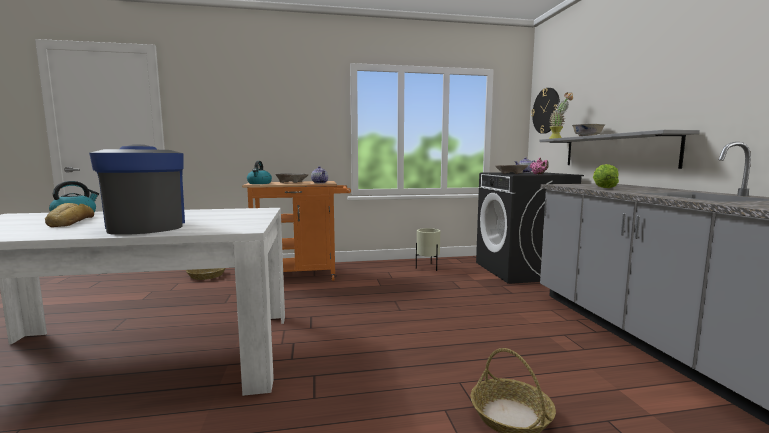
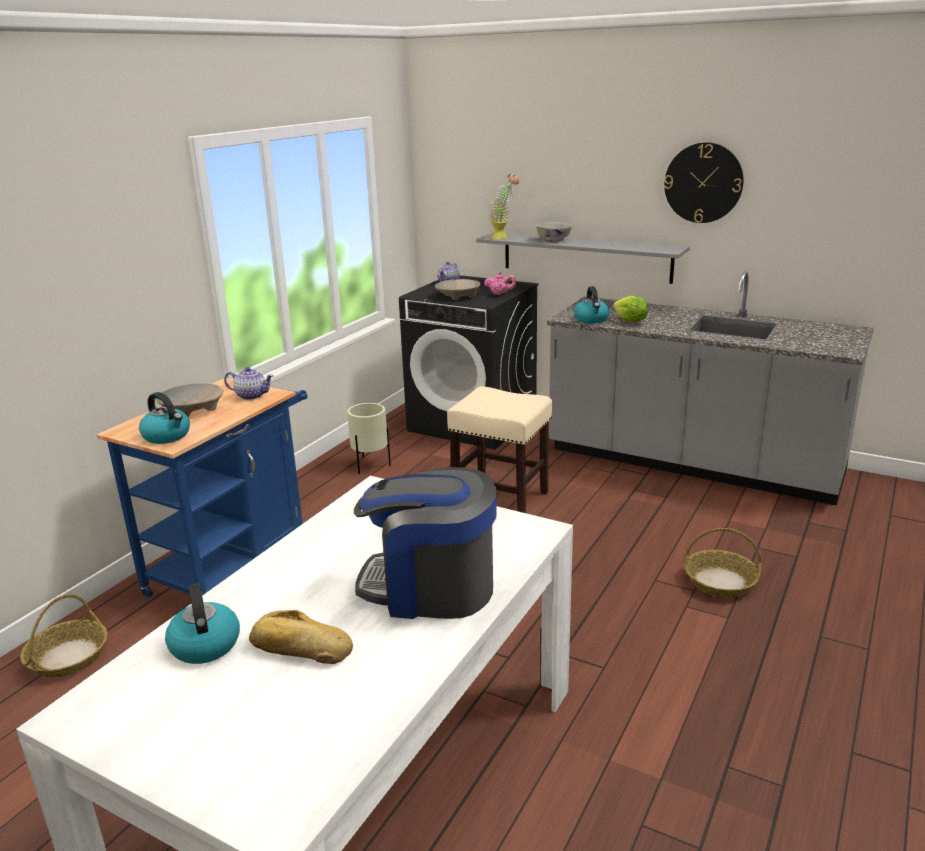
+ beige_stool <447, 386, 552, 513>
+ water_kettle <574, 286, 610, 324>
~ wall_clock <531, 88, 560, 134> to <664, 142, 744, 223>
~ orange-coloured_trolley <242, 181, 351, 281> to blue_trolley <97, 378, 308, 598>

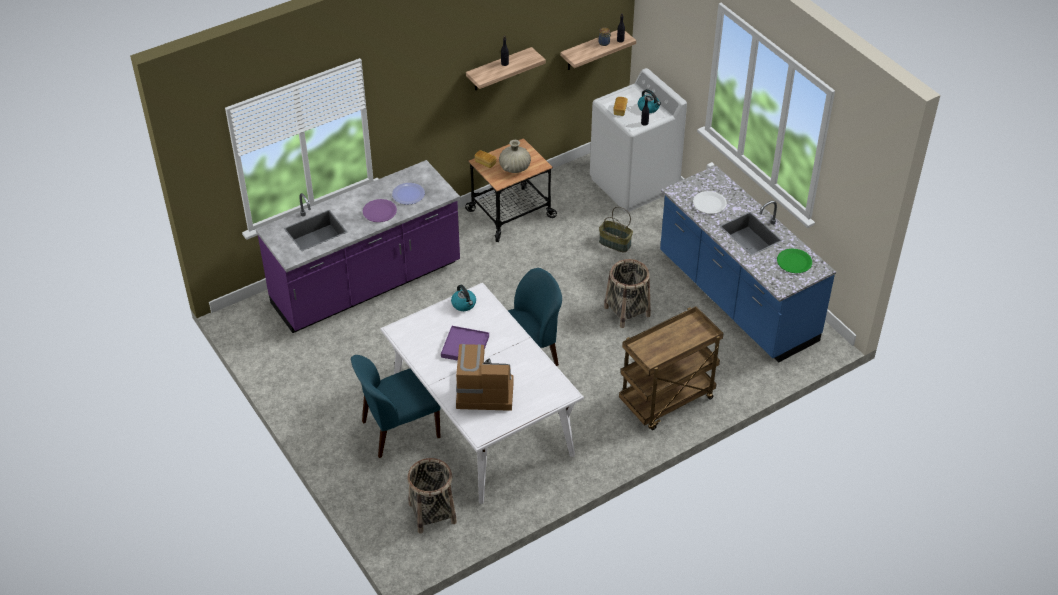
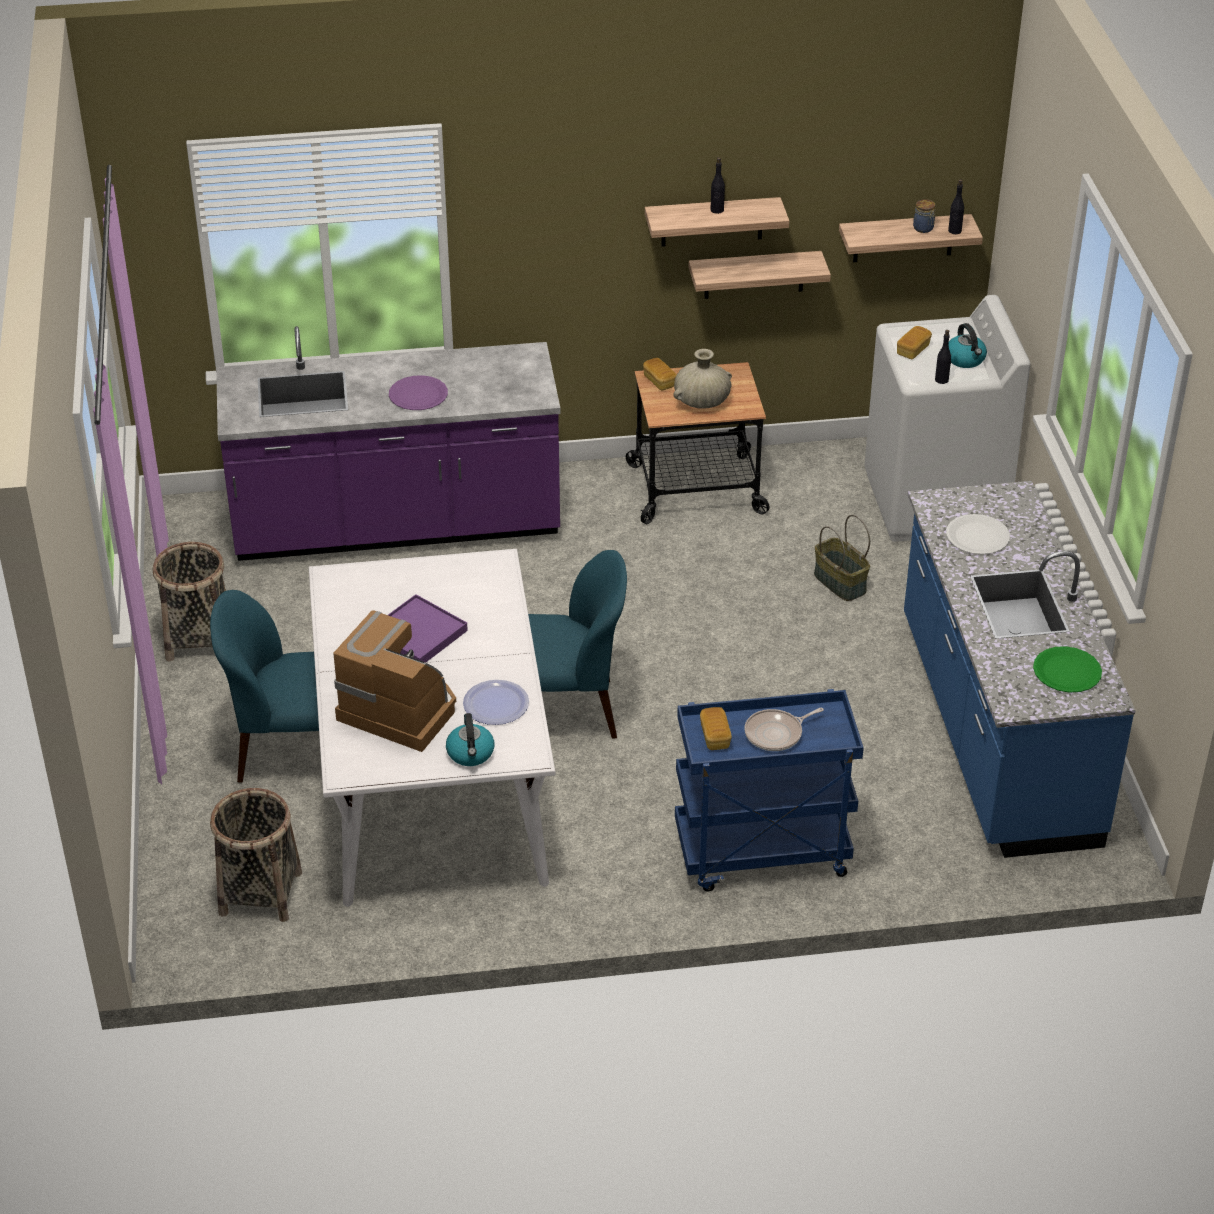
+ bracket_shelf <689, 251, 831, 299>
+ bread <700, 707, 732, 750>
+ frying_pan <744, 708, 824, 751>
~ flat_dish <392, 183, 425, 205> to <463, 680, 529, 725>
~ water_kettle <451, 285, 476, 311> to <446, 713, 495, 766>
~ storage_basket <604, 259, 651, 328> to <153, 542, 226, 661>
~ brownish_trolley <619, 306, 724, 430> to blue_trolley <675, 689, 864, 892>

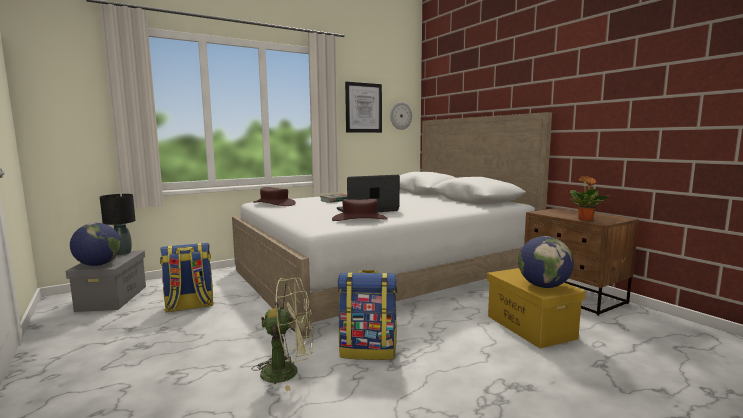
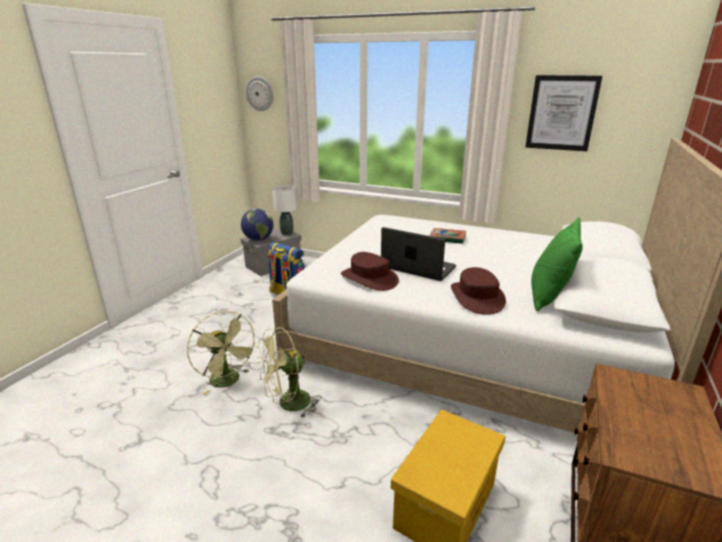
- globe <518, 236, 574, 288>
- plant_in_a_pot <570, 176, 610, 221>
+ greenish_cushion <531, 217, 583, 312>
~ brownish_clothing_hat <253, 187, 296, 206> to <451, 267, 506, 315>
~ wall_clock <390, 102, 412, 130> to <246, 76, 273, 111>
~ rucksack <338, 270, 398, 360> to greenish_cooling_fan <257, 327, 322, 418>
~ blackish_tabletop_lamp <100, 194, 136, 255> to white-coloured_tabletop_lamp <272, 185, 297, 235>

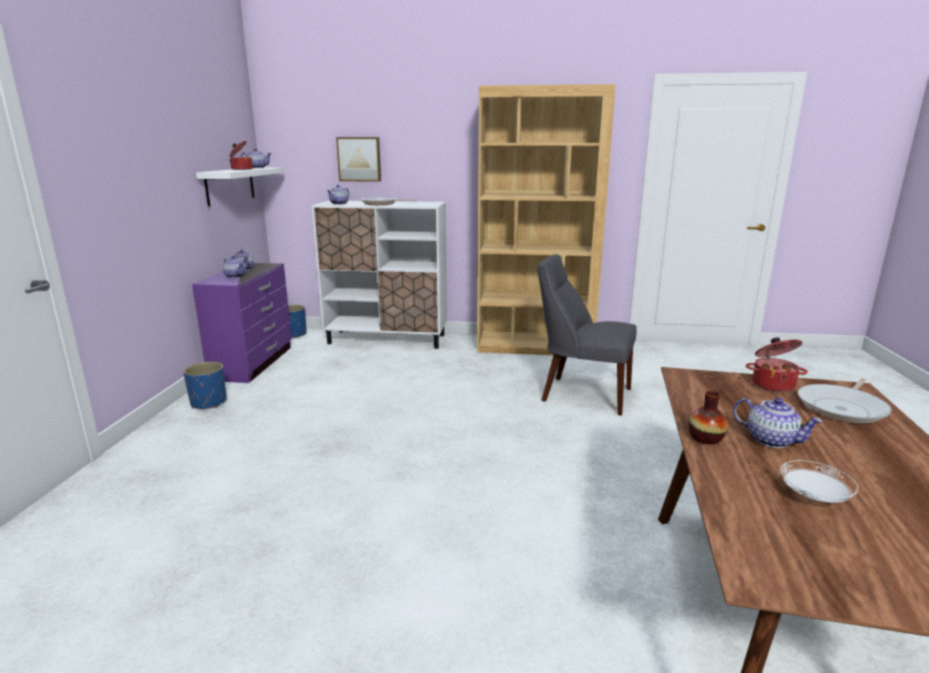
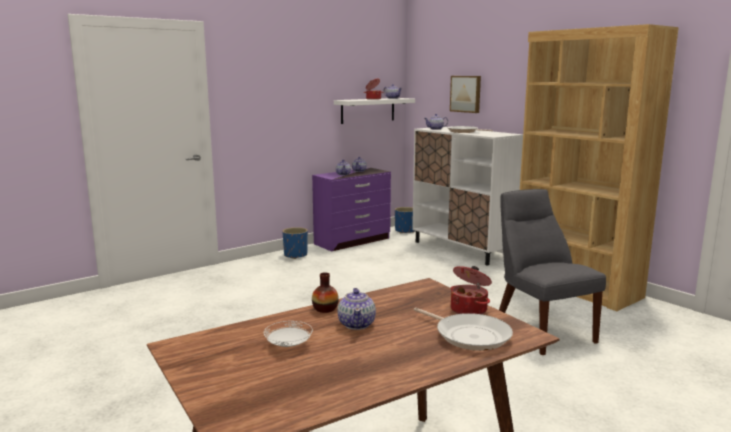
~ frying_pan <798, 378, 892, 424> = <414, 308, 513, 351> 135 degrees counterclockwise

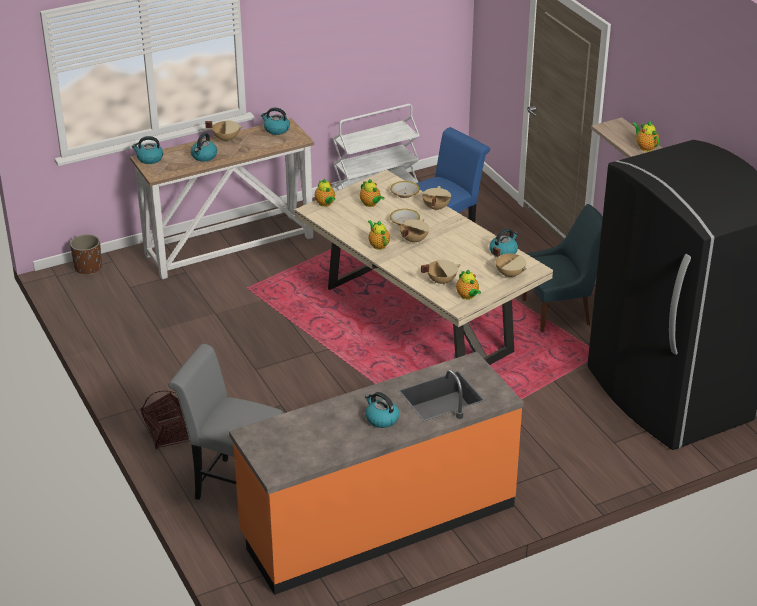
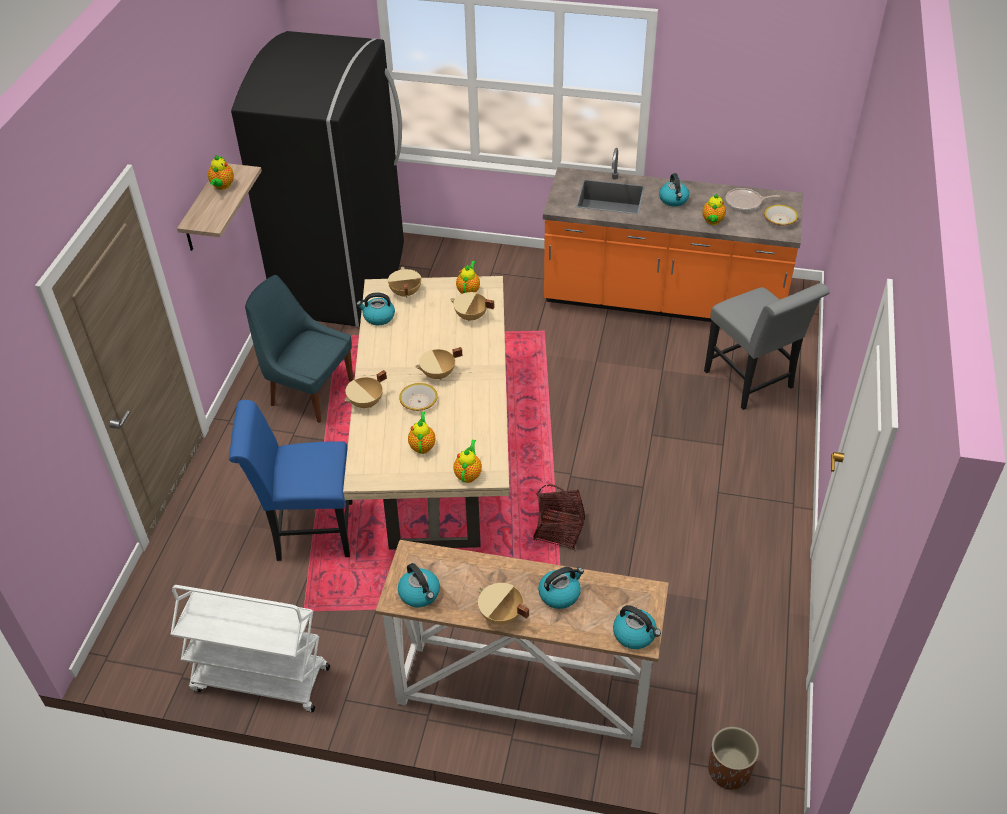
+ frying_pan <726, 188, 780, 211>
~ storage_basket <141, 391, 189, 450> to <533, 484, 585, 550>
~ pot_for_tea <368, 220, 390, 250> to <702, 193, 726, 225>
~ bowl <390, 181, 420, 198> to <764, 205, 798, 226>

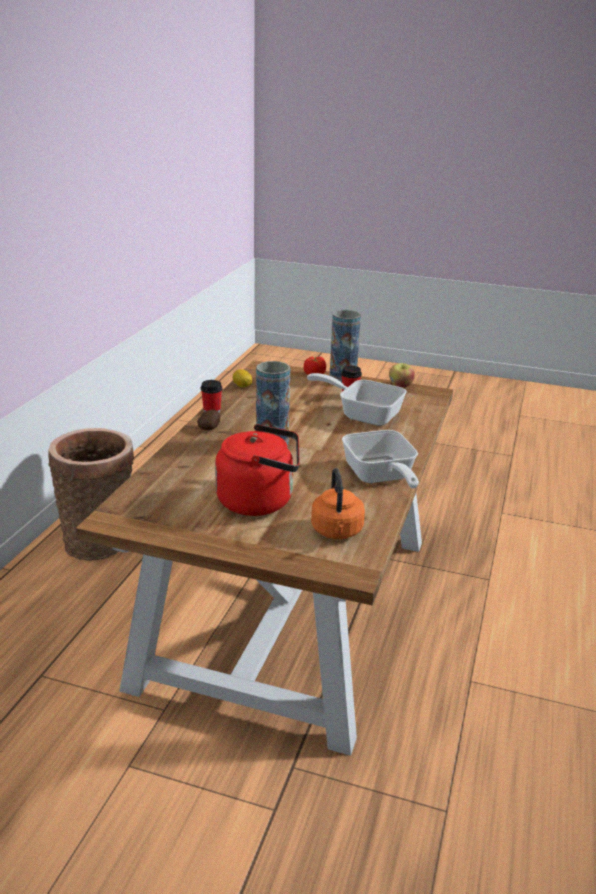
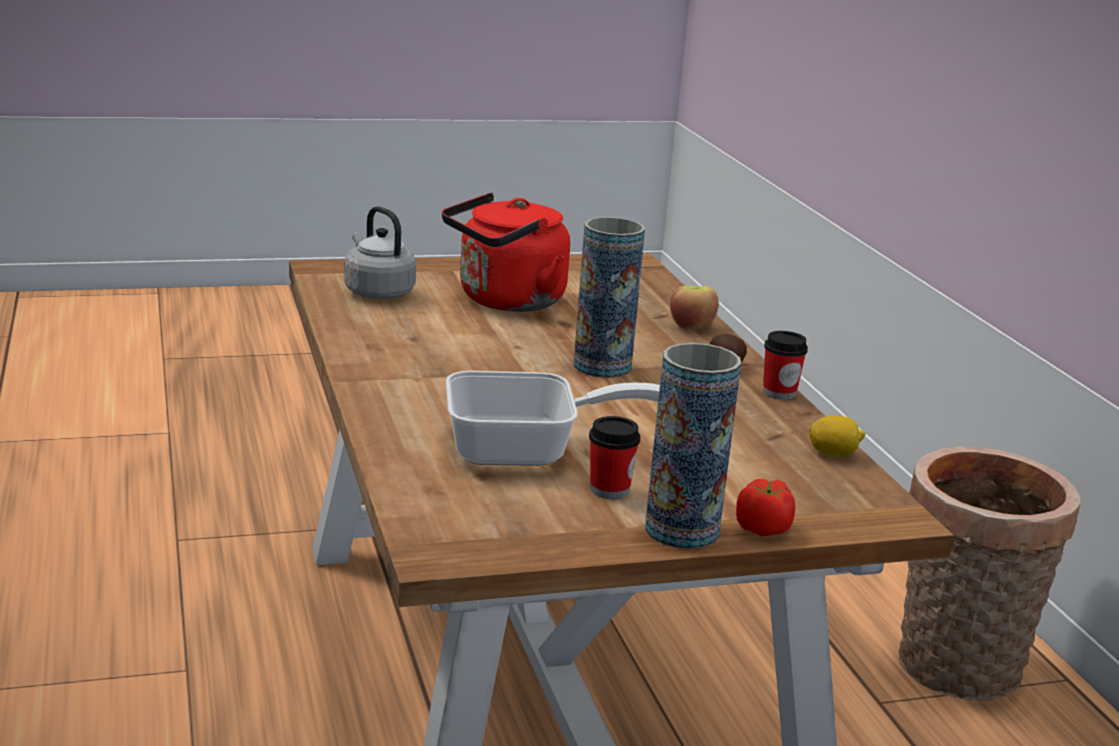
- frying_pan <342, 430, 419, 488>
~ apple <389, 363, 415, 387> to <670, 286, 719, 330>
~ orange-coloured_water_kettle <311, 468, 365, 539> to gray_water_kettle <344, 206, 416, 299>

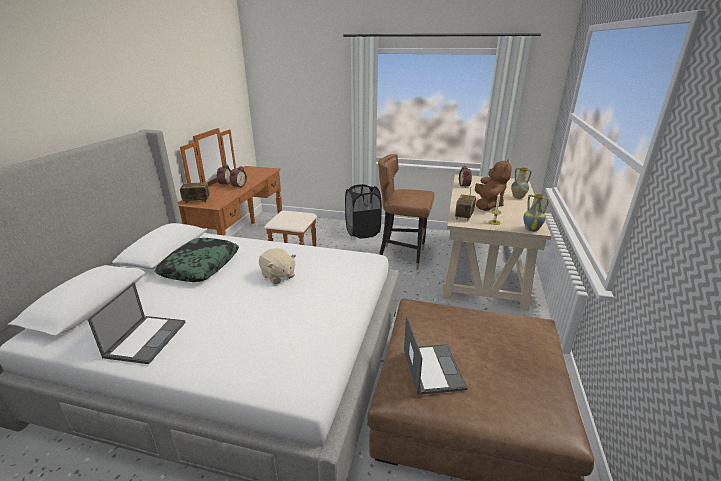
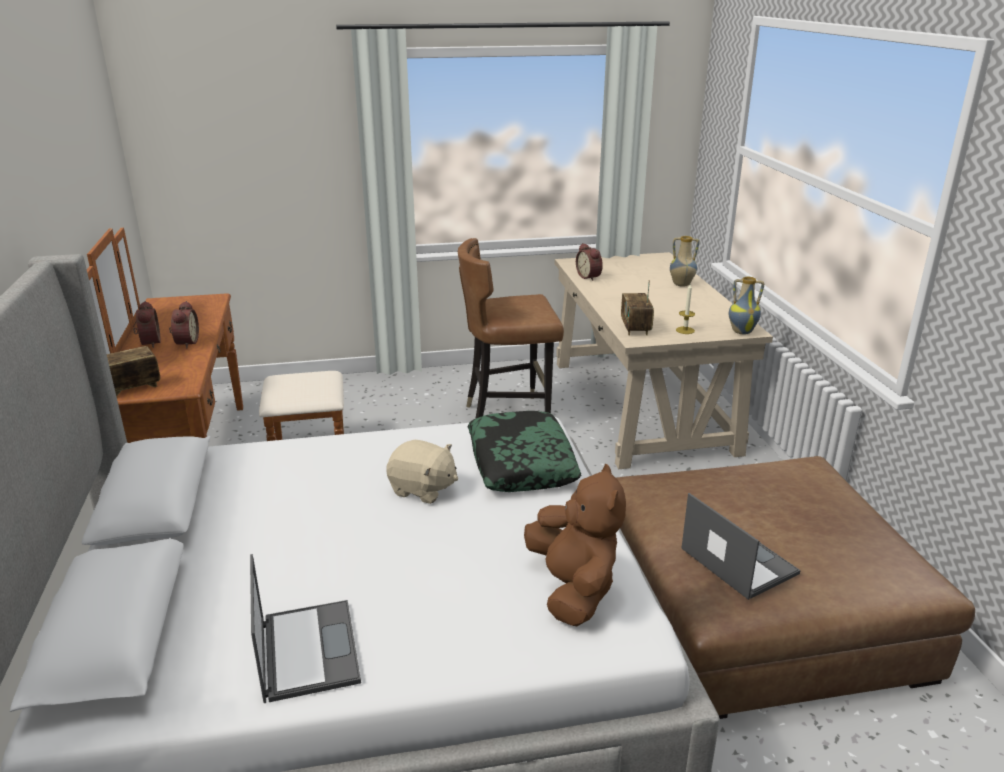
- blackish_washing_basket <345, 184, 382, 238>
~ cushion <154, 238, 239, 282> to <467, 411, 581, 492>
~ brownish_plush_toy <475, 159, 512, 211> to <524, 464, 626, 626>

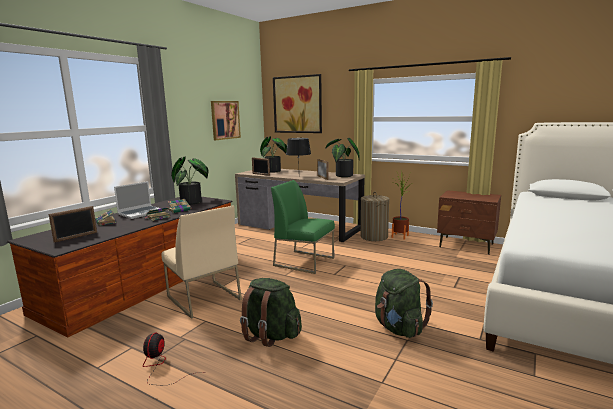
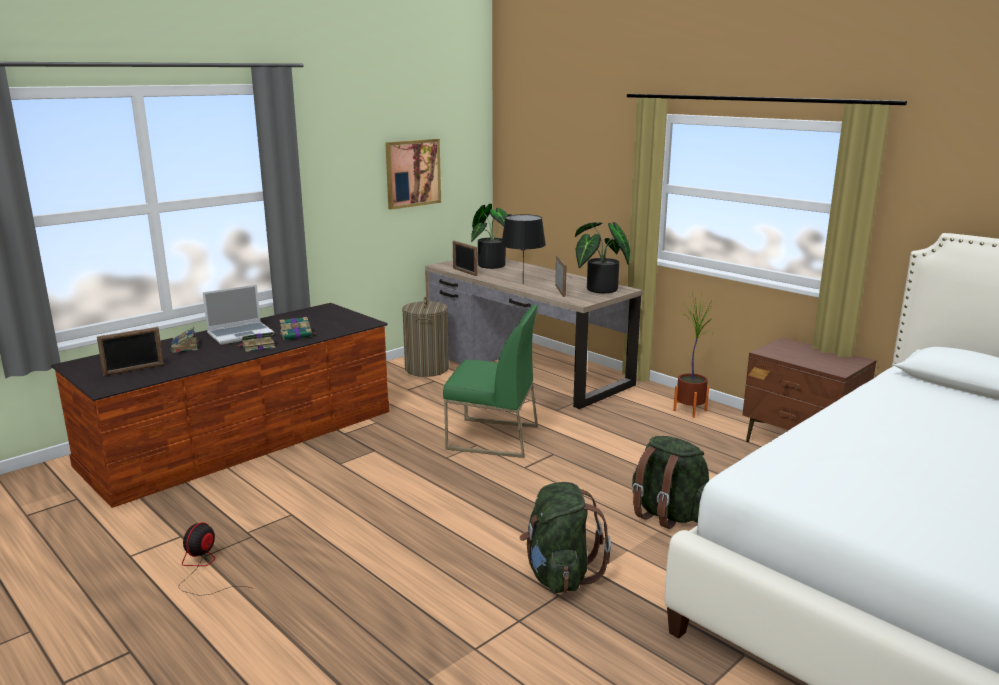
- beige_chair <161, 206, 242, 319>
- plant_in_a_pot <171, 157, 209, 205>
- wall_art <273, 74, 322, 133>
~ greenish_rucksack <240, 278, 302, 347> to <632, 436, 709, 529>
~ washing_basket <361, 191, 389, 241> to <402, 297, 449, 377>
~ greenish_chair <271, 180, 335, 274> = <443, 304, 538, 458> 150 degrees clockwise

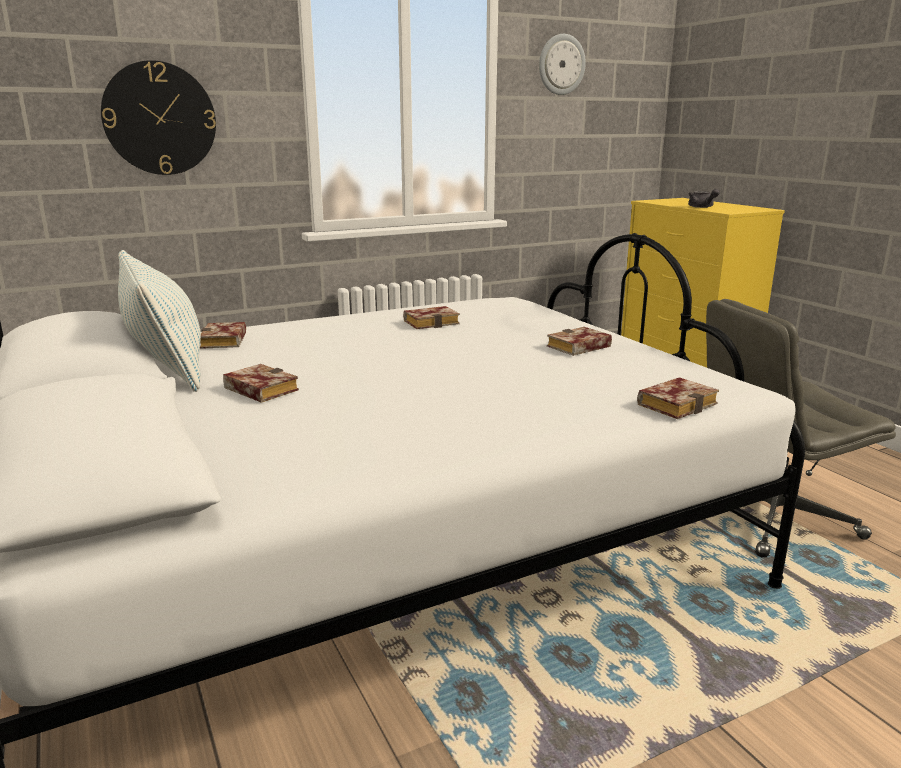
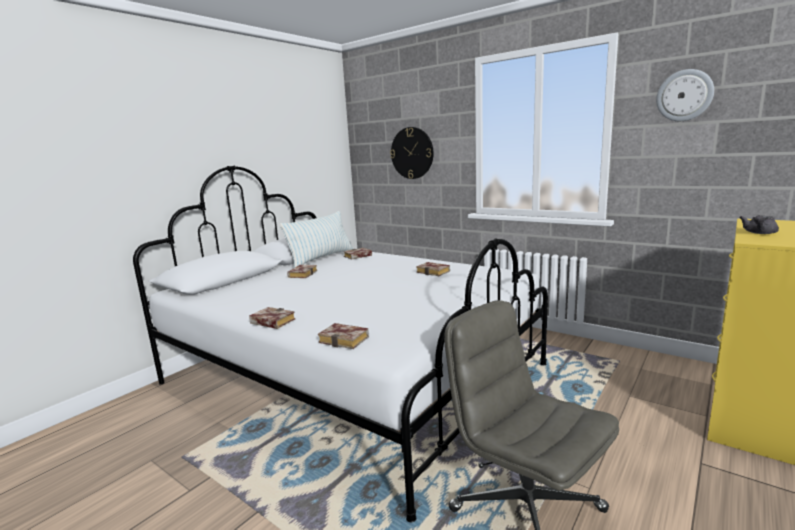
~ book <547, 327, 612, 356> to <249, 307, 295, 329>

